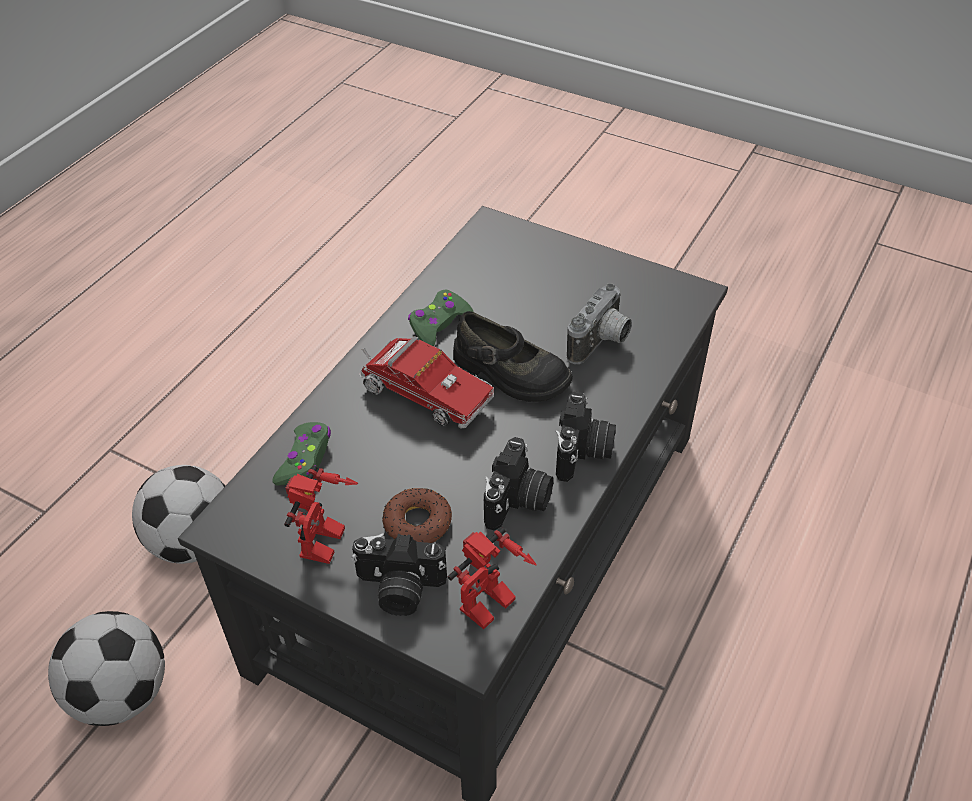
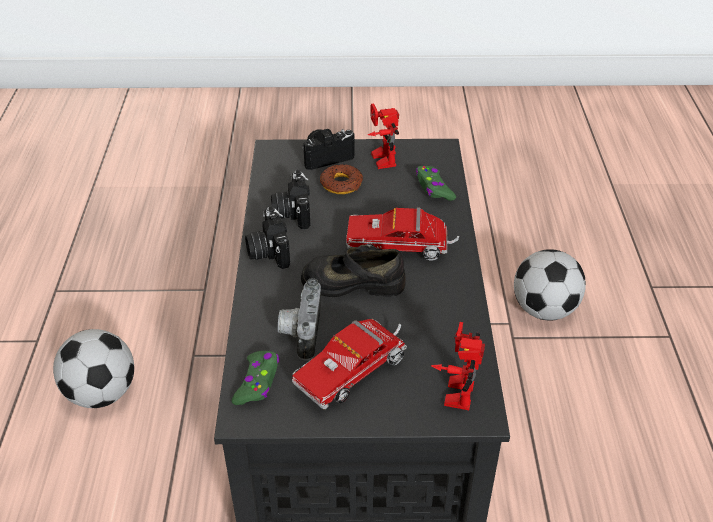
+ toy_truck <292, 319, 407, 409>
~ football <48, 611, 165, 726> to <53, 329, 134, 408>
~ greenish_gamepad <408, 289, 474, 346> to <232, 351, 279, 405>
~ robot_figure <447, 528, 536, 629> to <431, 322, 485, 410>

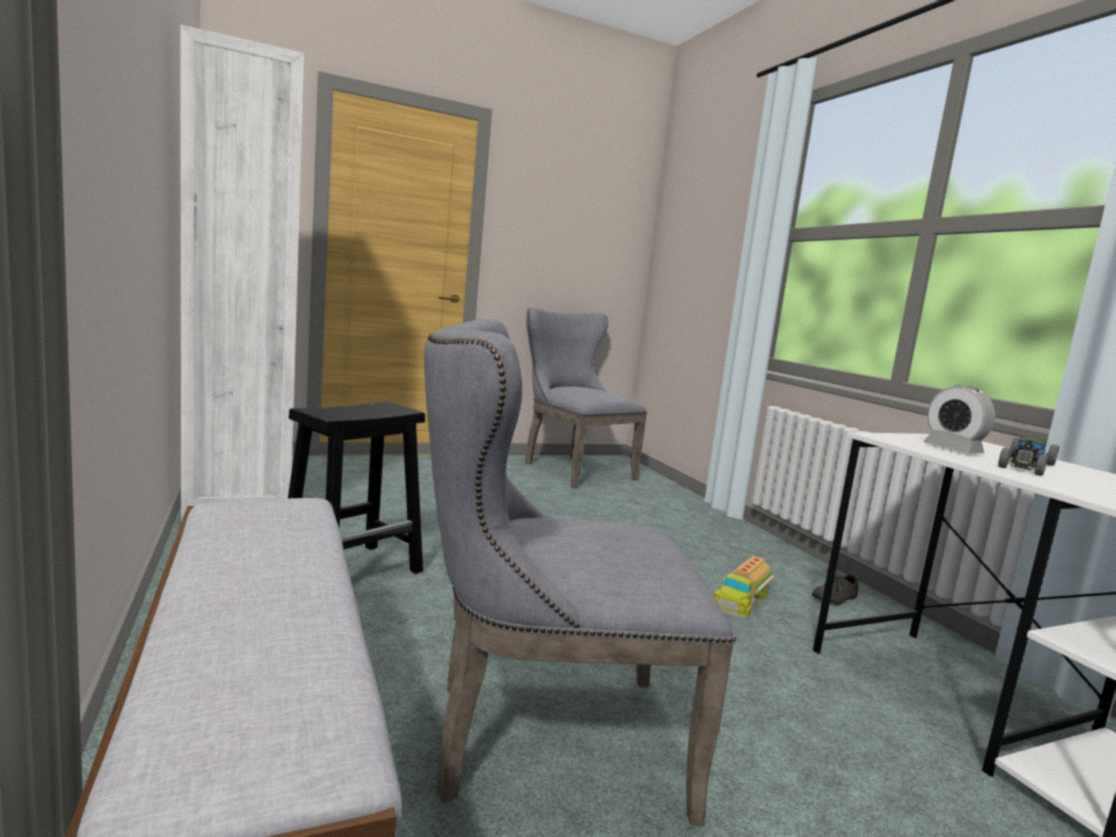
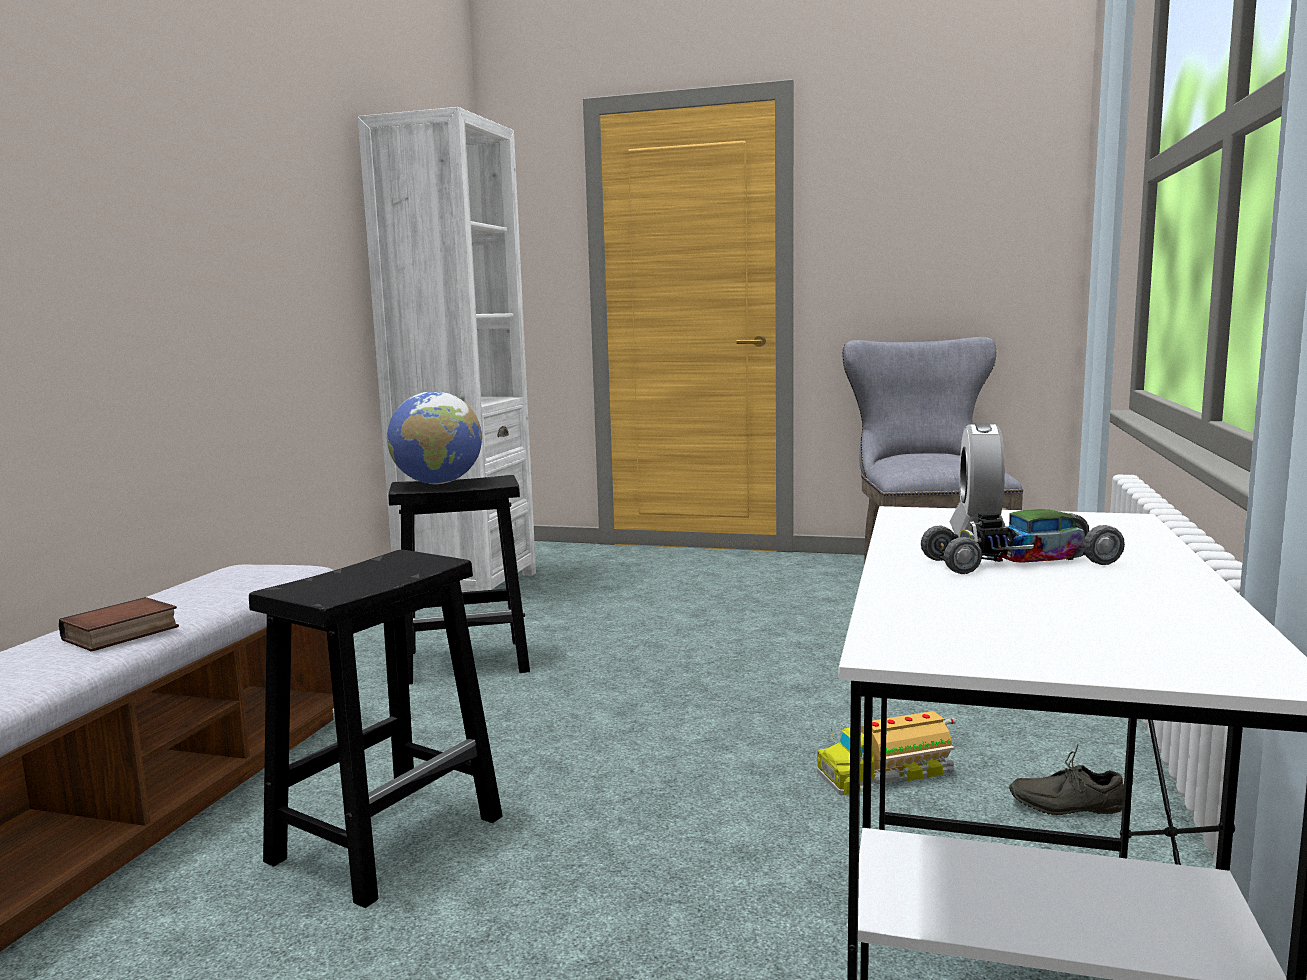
+ book <59, 597, 179, 652>
+ globe <387, 391, 482, 484>
~ gray_chair <424, 319, 736, 826> to blackish_stool <249, 550, 503, 908>

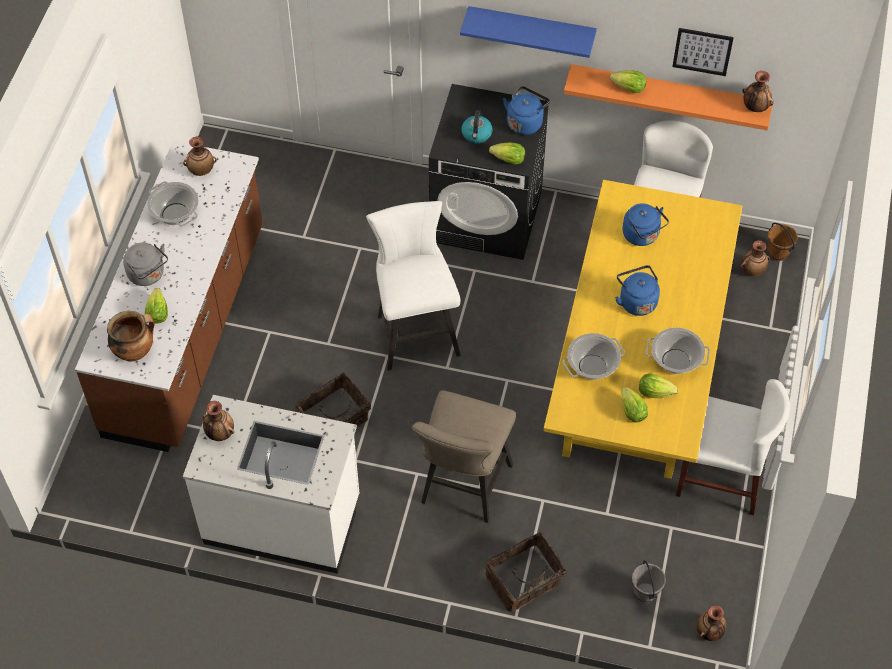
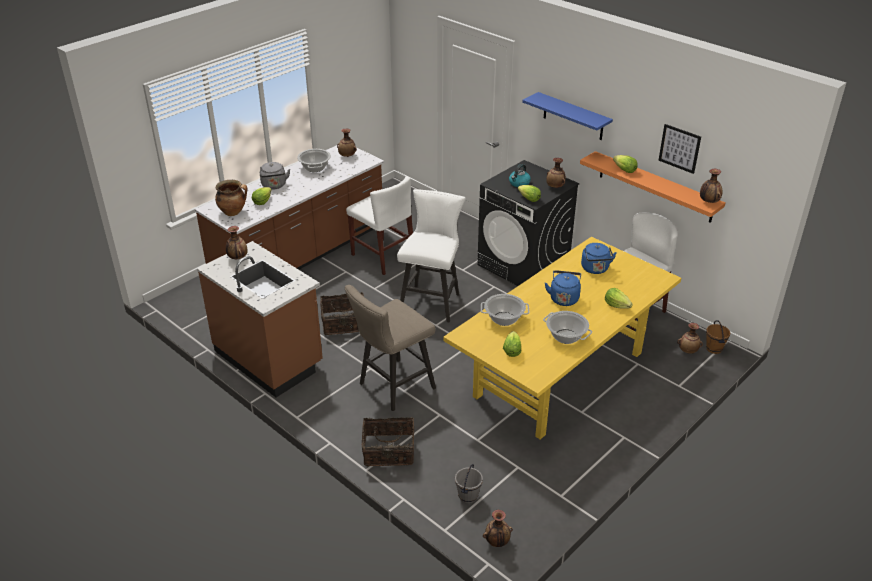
~ head_of_lettuce <639, 373, 678, 398> to <605, 288, 633, 309>
~ white-coloured_chair <676, 379, 790, 515> to <346, 176, 413, 275>
~ blue_water_kettle <503, 86, 550, 135> to flower_vase <546, 158, 566, 188>
~ white-coloured_kitchen_counter <183, 395, 359, 574> to brownish_kitchen_counter <197, 241, 323, 397>

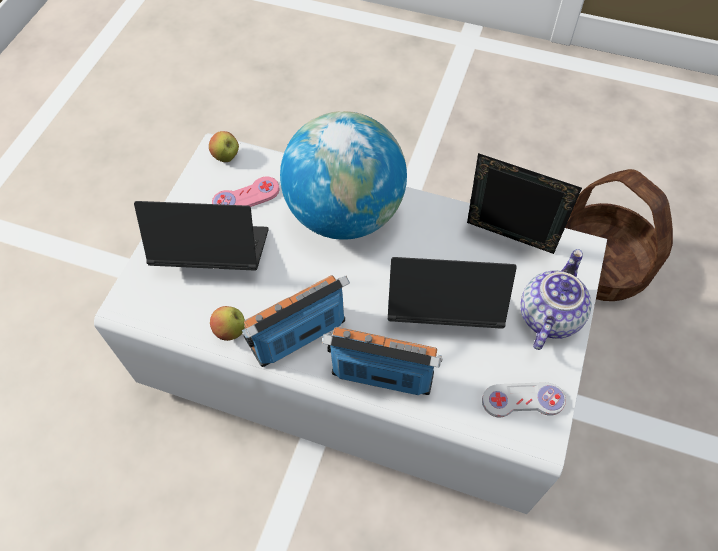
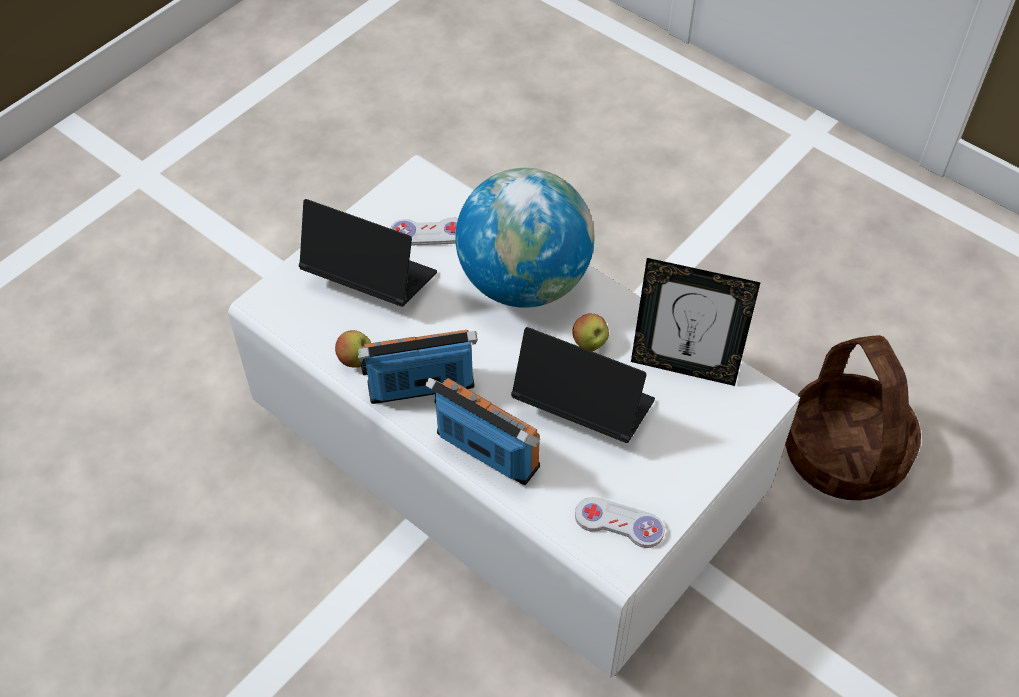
- pot_for_tea <521, 249, 592, 350>
~ apple <209, 131, 239, 162> to <572, 313, 609, 351>
~ pinkish_gamepad <212, 177, 279, 207> to white-coloured_gamepad <390, 217, 458, 246>
~ photo_frame <467, 153, 582, 254> = <631, 258, 761, 386> 150 degrees clockwise

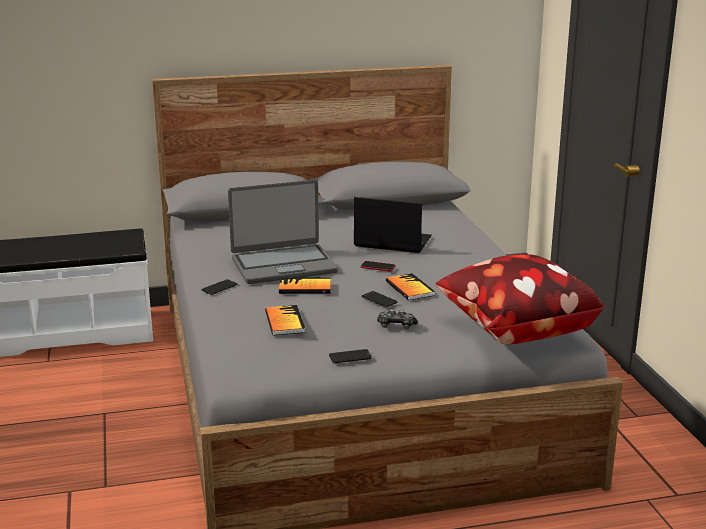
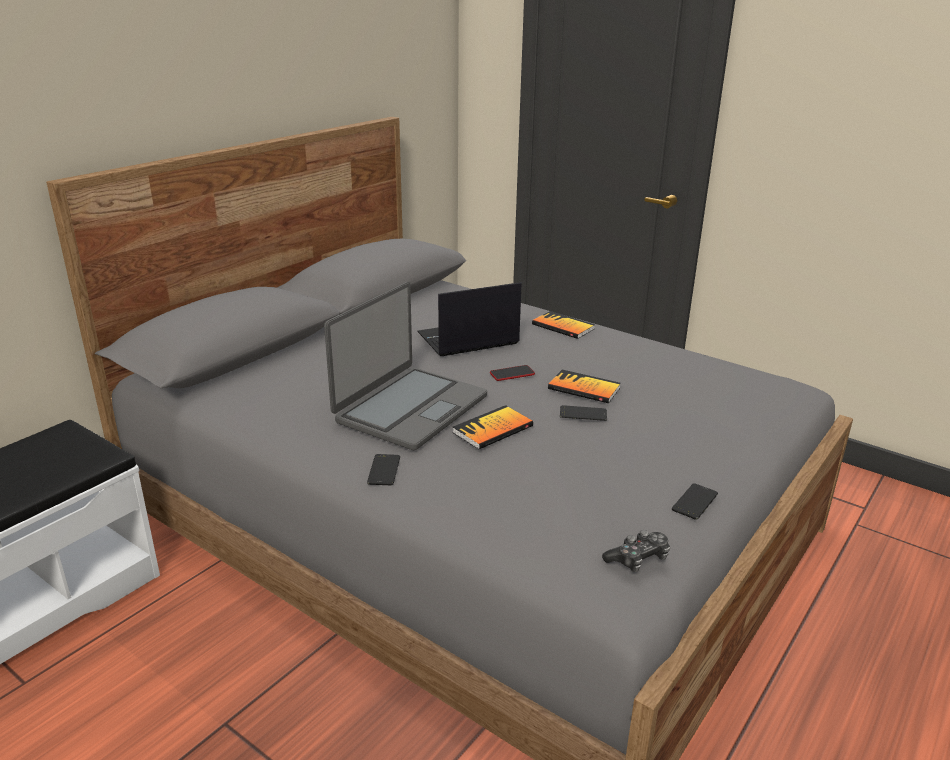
- cushion <435, 254, 605, 344>
~ book <265, 305, 305, 335> to <532, 311, 595, 339>
~ gamepad <377, 309, 418, 329> to <602, 530, 670, 572>

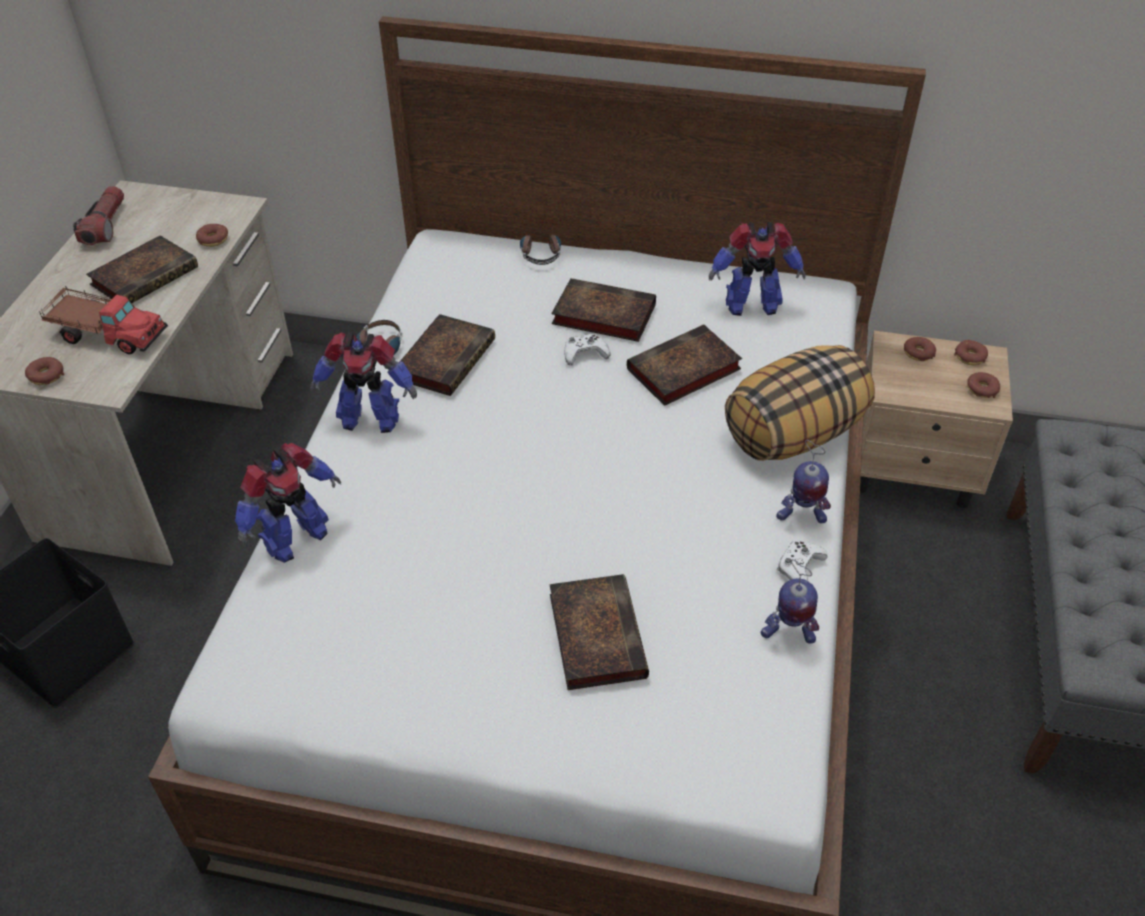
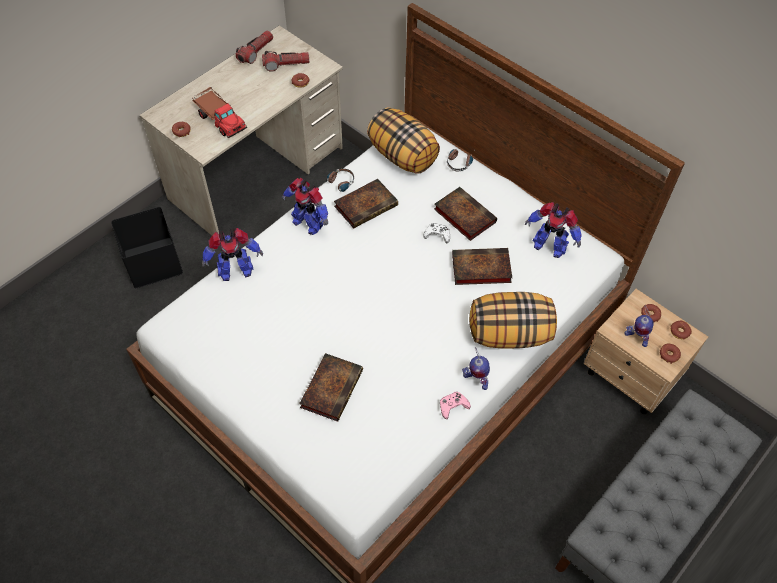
- book <86, 235, 198, 303>
+ torch <262, 51, 309, 72>
+ cushion <367, 107, 440, 174>
~ robot_figure <761, 559, 819, 644> to <624, 307, 654, 347>
~ white-coloured_gamepad <777, 541, 828, 581> to pinkish_gamepad <440, 392, 471, 419>

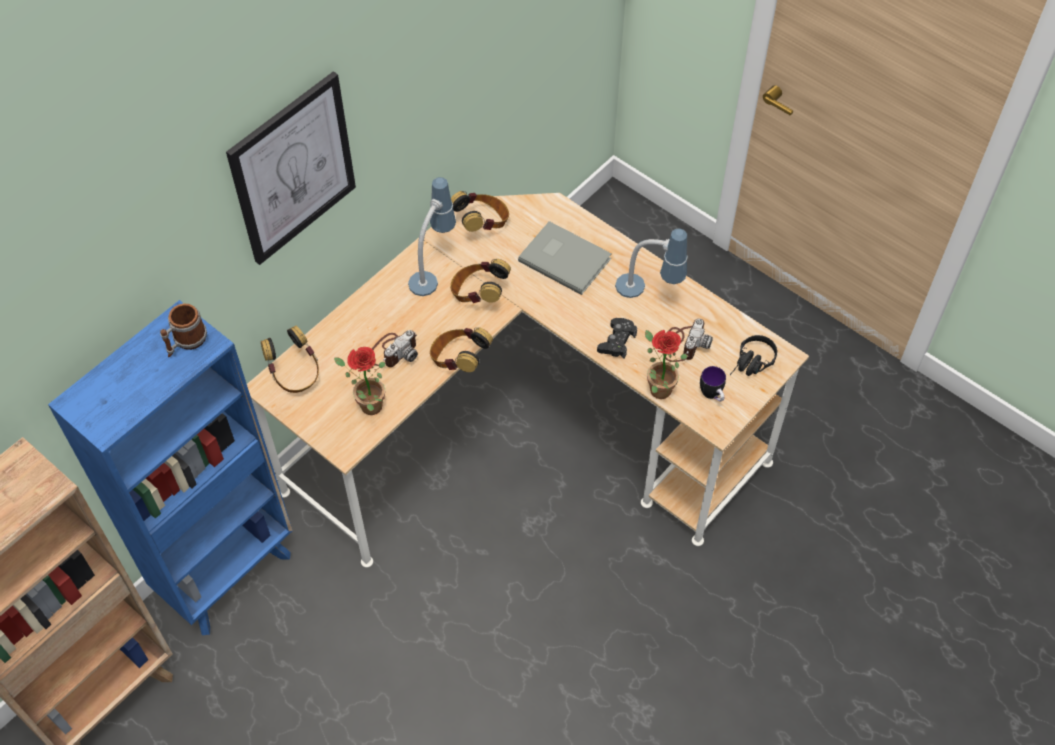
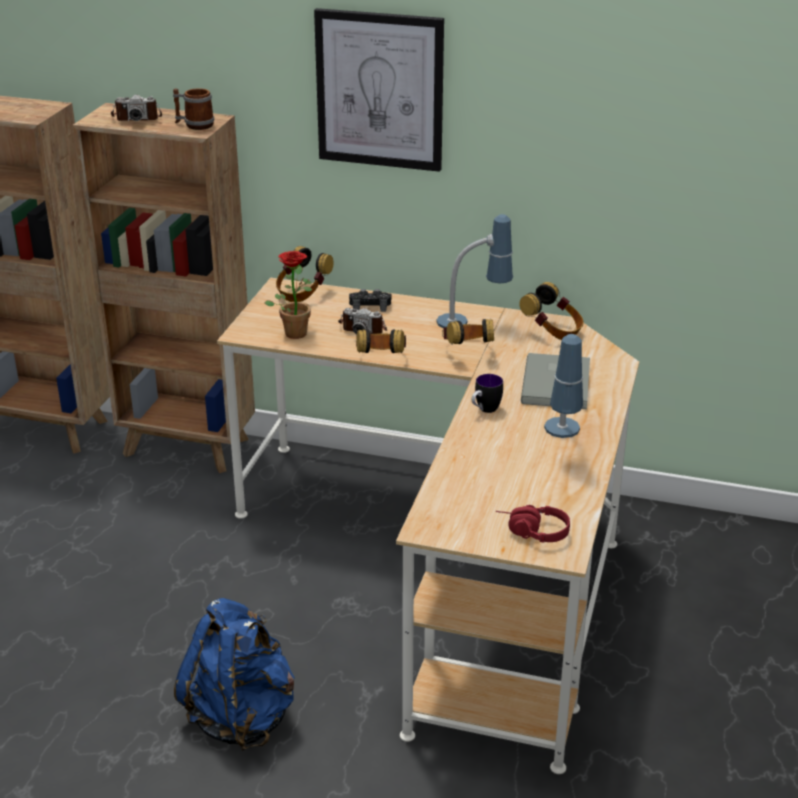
- plant_in_a_pot <645, 330, 688, 399>
+ blue_rucksack <174, 598, 295, 751>
~ blackish_gamepad <597, 318, 637, 358> to <349, 289, 391, 312>
~ photo_camera <663, 319, 713, 362> to <111, 95, 162, 121>
~ mug <700, 366, 726, 401> to <472, 374, 503, 413>
~ blue_shelving_unit <48, 300, 293, 635> to brownish_shelving_unit <73, 103, 255, 473>
~ blackish_pair_of_headphones <730, 335, 777, 376> to red-coloured_pair_of_headphones <496, 505, 570, 542>

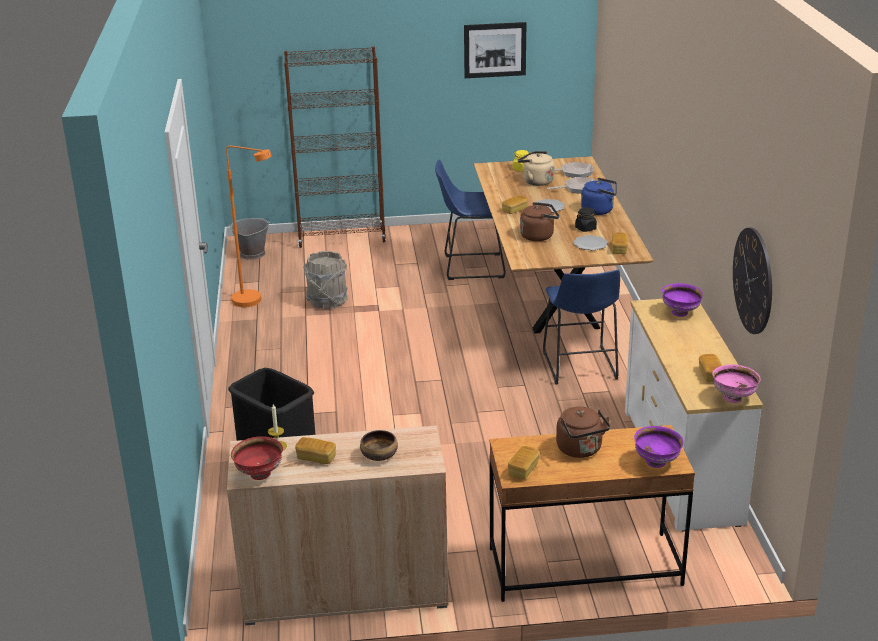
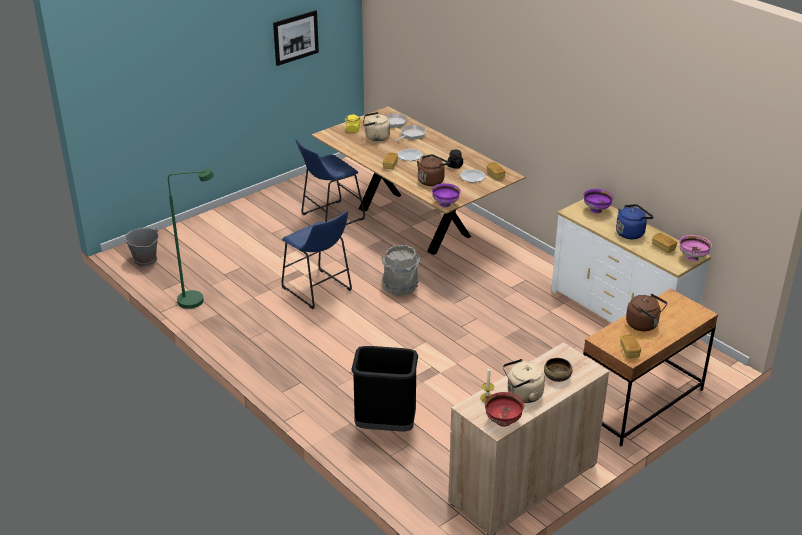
- brownish_shelving_unit <284, 47, 386, 248>
- wall_clock <733, 228, 772, 334>
~ gray_bucket <303, 251, 348, 309> to <381, 245, 420, 296>
~ blue_stool <543, 270, 620, 384> to <282, 211, 352, 309>
~ blue_water_kettle <581, 178, 617, 215> to <616, 204, 654, 239>
~ purplish_bowl <634, 426, 684, 468> to <432, 183, 461, 207>
~ bread <295, 437, 336, 464> to beige_water_kettle <503, 359, 545, 403>
~ orange-coloured_floor_lamp <226, 146, 272, 307> to greenish_floor_lamp <168, 168, 214, 309>

